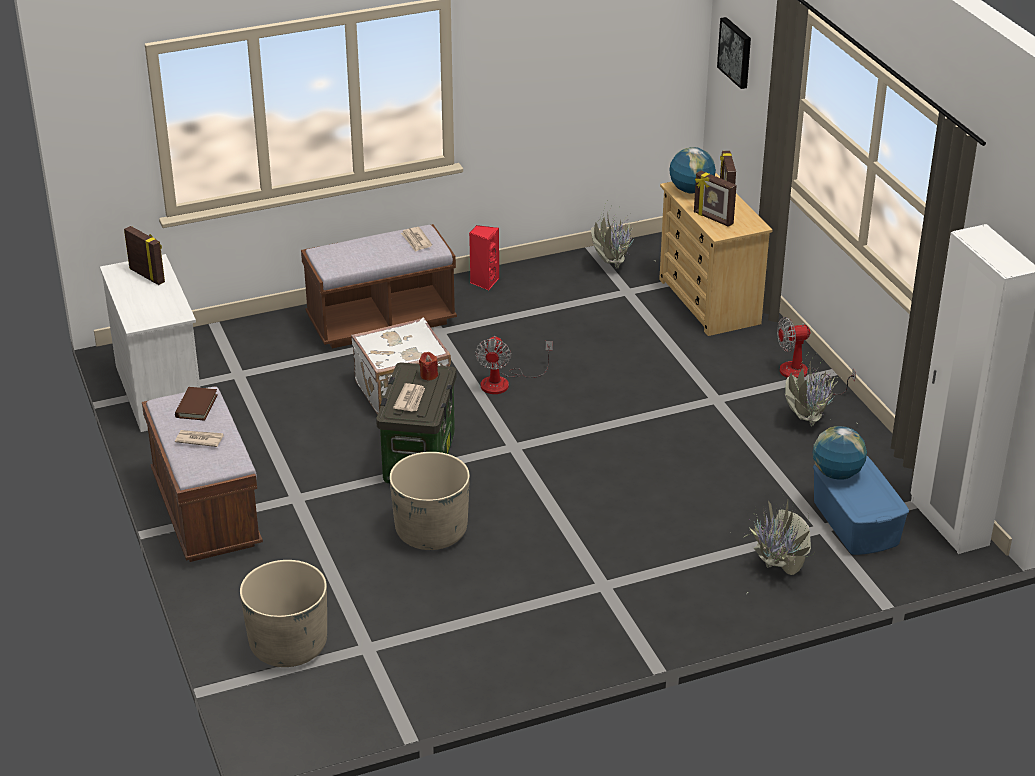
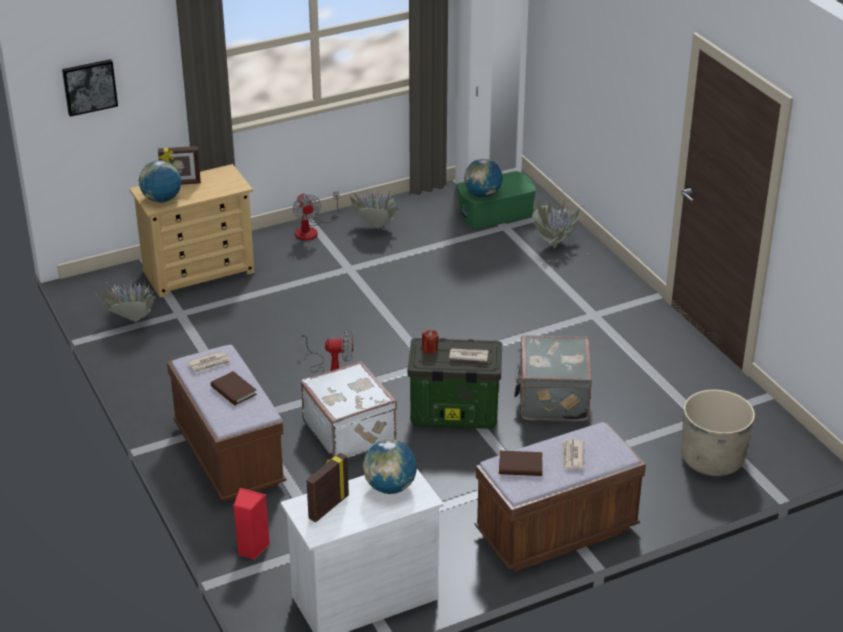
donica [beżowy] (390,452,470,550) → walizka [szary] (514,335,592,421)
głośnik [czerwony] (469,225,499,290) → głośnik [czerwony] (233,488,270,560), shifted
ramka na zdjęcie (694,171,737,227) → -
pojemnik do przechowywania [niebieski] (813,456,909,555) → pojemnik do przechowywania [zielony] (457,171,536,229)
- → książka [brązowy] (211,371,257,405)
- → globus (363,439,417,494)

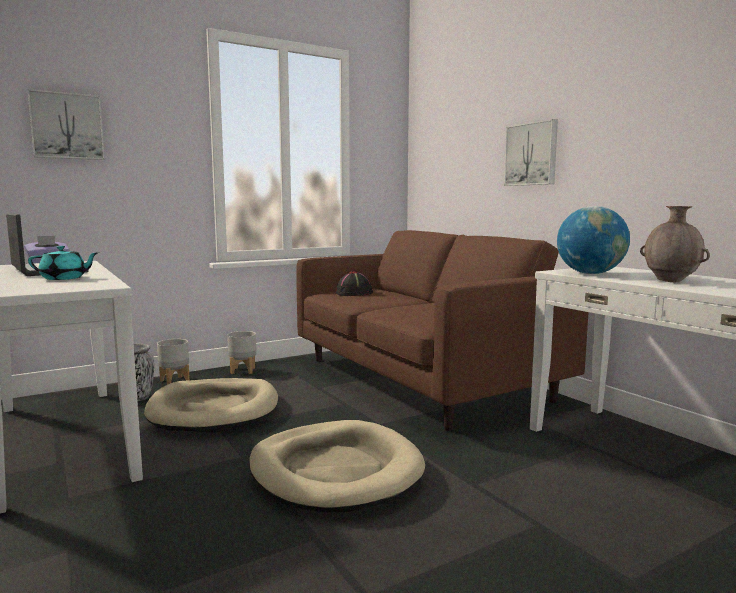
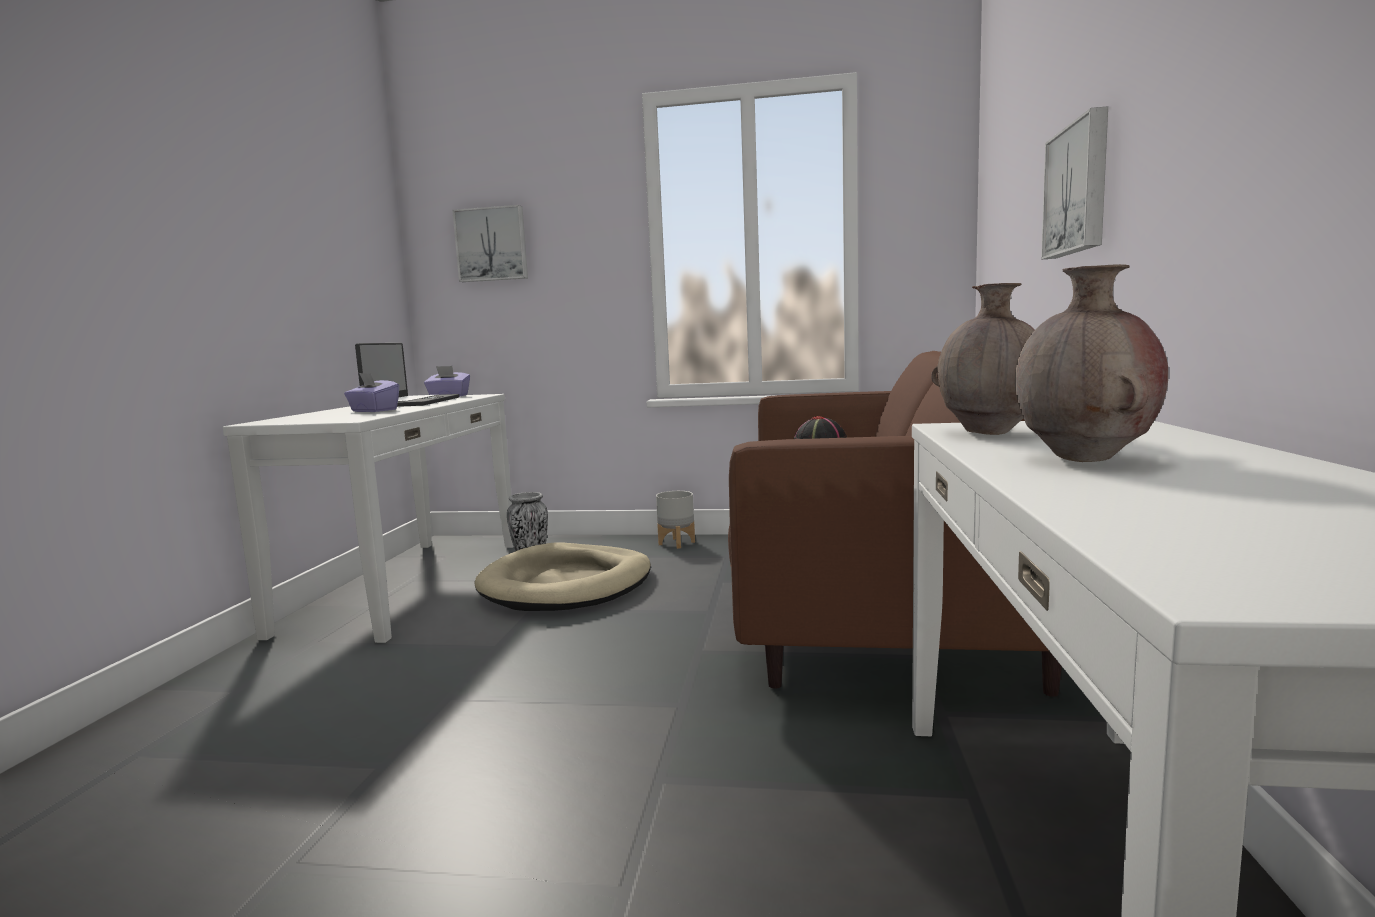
imbryk [turkusowy] (28,246,99,280) → pudełko chusteczek [fioletowy] (344,373,399,412)
donica [szary] (157,339,190,385) → -
legowisko [beżowy] (249,420,425,512) → -
globus (557,206,630,274) → wazon [brązowy] (931,283,1034,435)

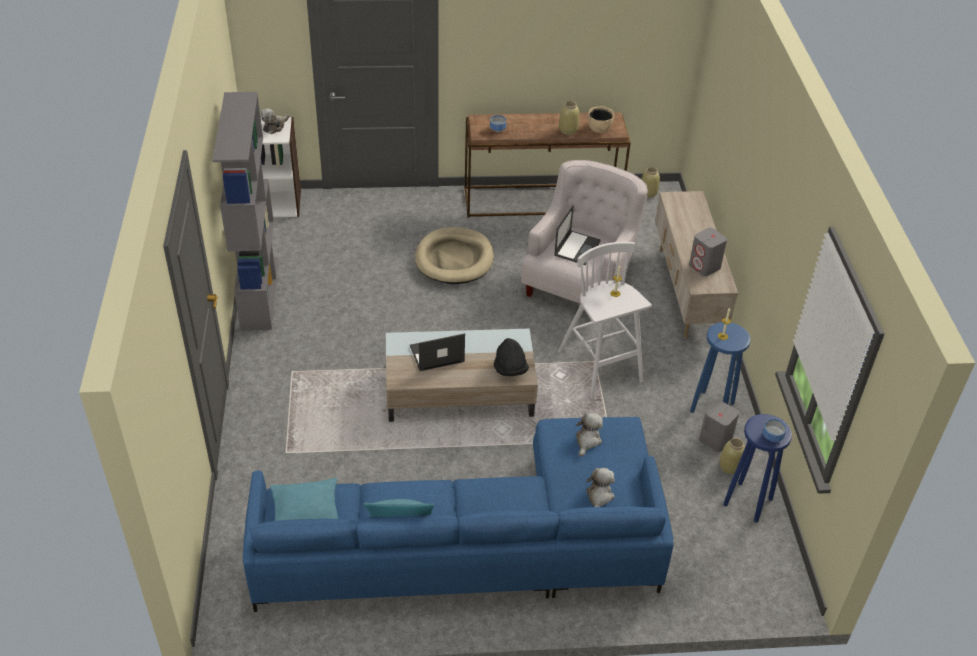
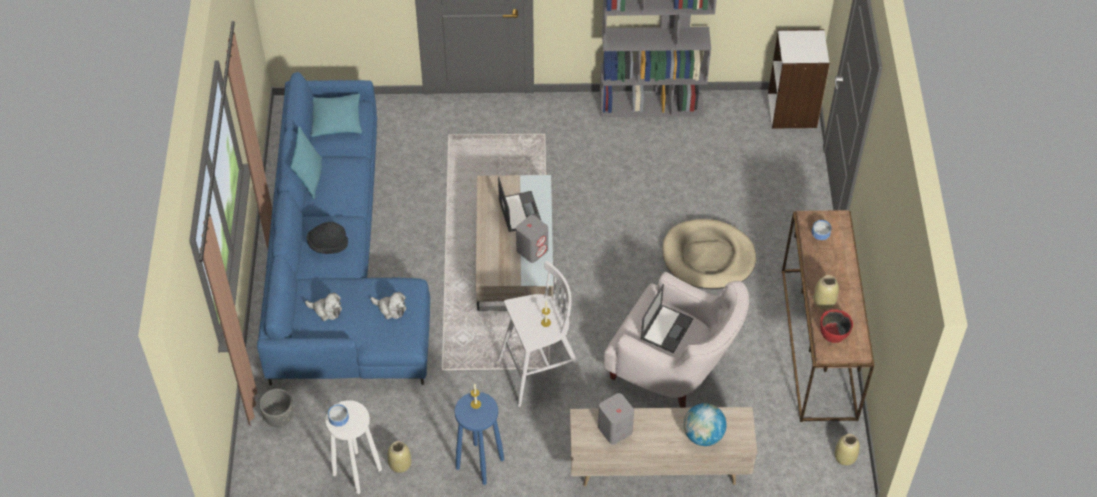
pluszak (260,109,289,134) → -
kapelusz [czarny] (494,338,529,376) → kapelusz [czarny] (307,222,348,254), shifted
laptop (554,205,601,265) → laptop (640,284,693,353), 90 degrees counterclockwise
miska [beżowy] (588,106,614,133) → miska [czerwony] (820,309,853,343)
głośnik [szary] (699,400,739,452) → głośnik [szary] (516,215,548,263), shifted
stołek [niebieski] (723,414,792,523) → stołek [biały] (325,400,382,494)
- → donica [szary] (259,389,294,427)
- → globus (684,403,727,446)

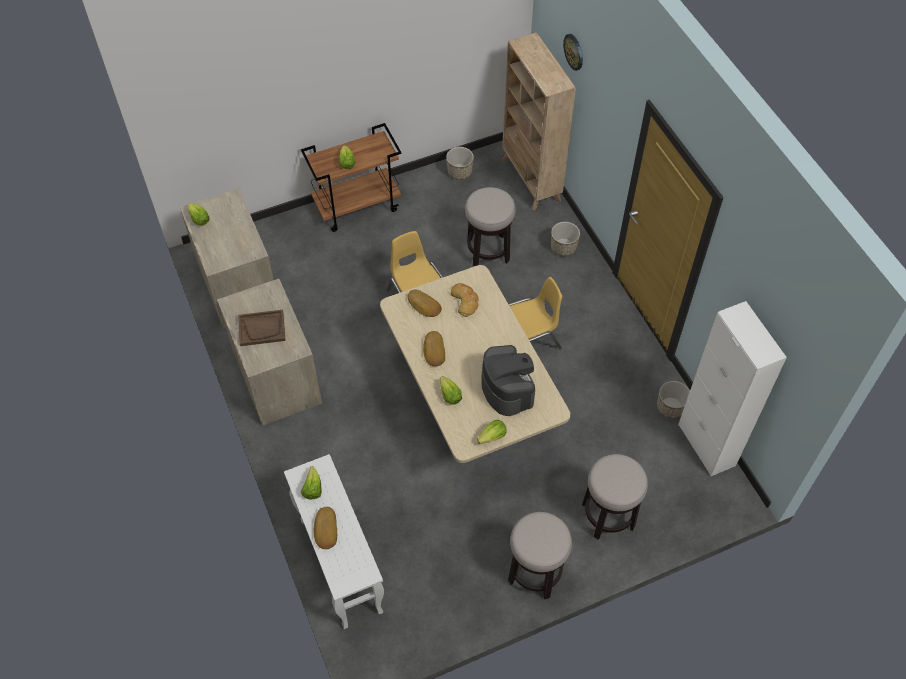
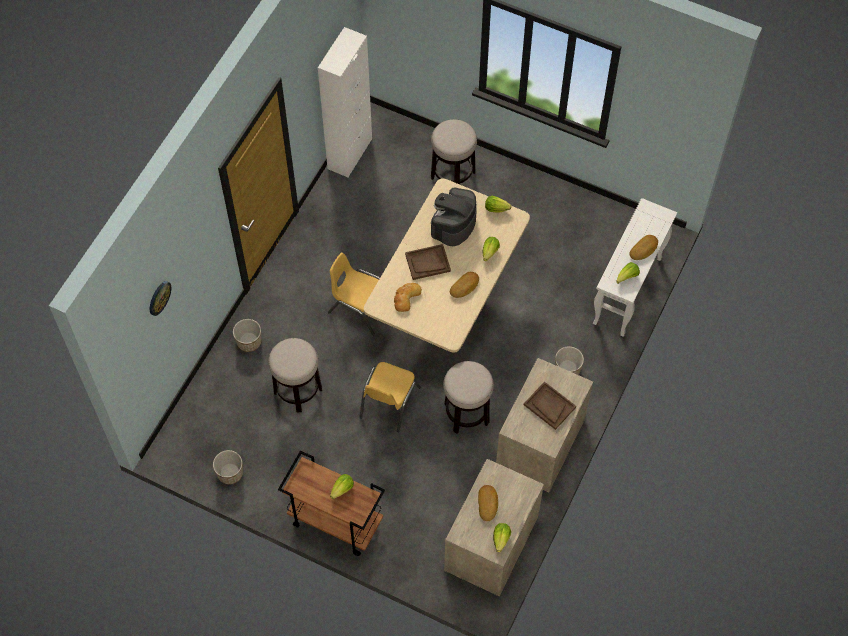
chleb (408,290,442,317) → chleb (478,485,498,521), shifted
regał [beżowy] (502,32,576,210) → -
stołek (508,512,572,600) → stołek (443,361,494,434), shifted
donica (657,381,690,418) → donica (555,346,584,375), shifted
- → taca [brązowy] (405,244,451,280)

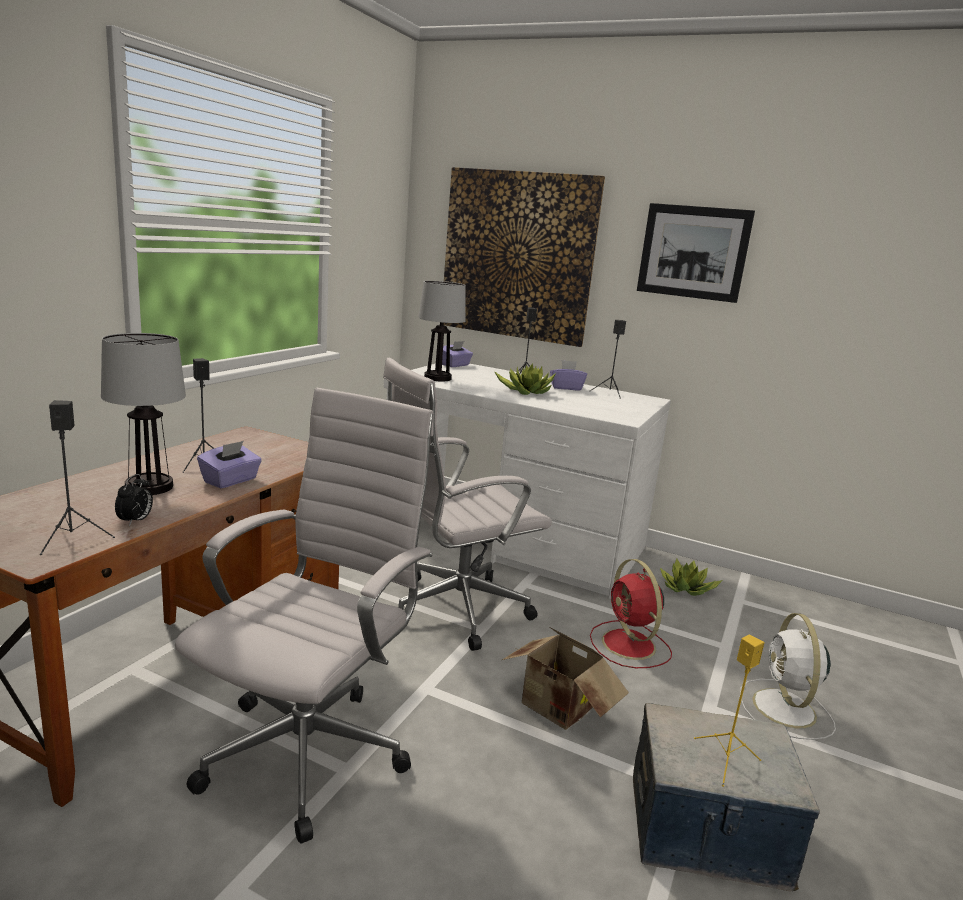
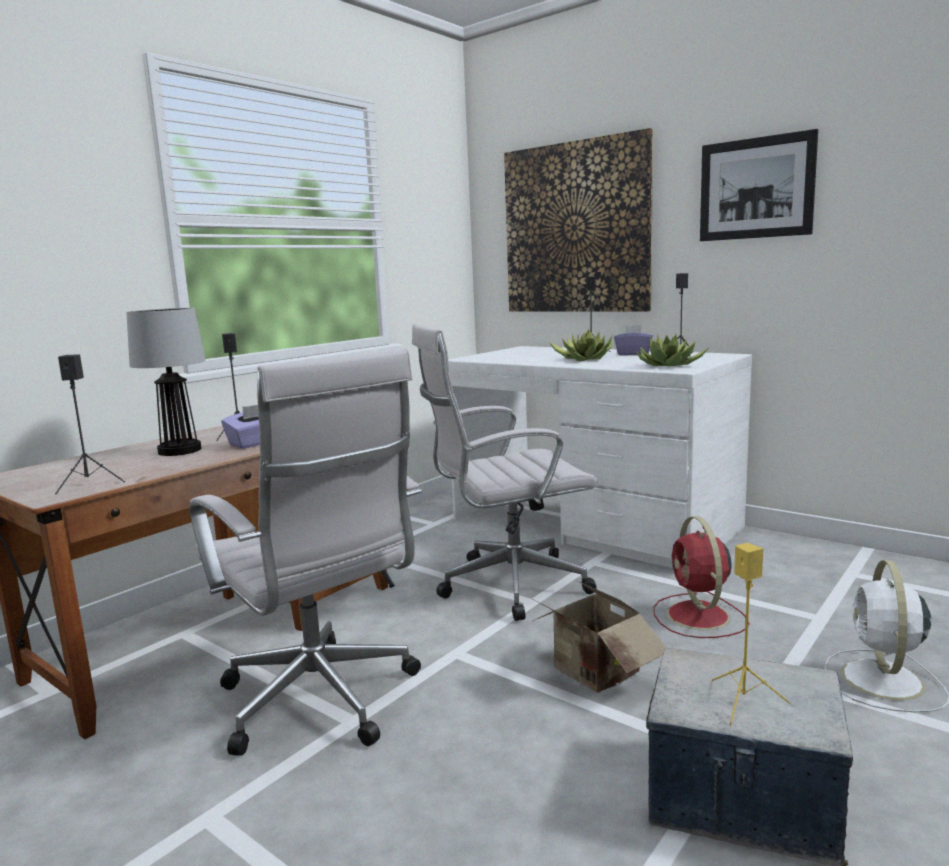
budzik (115,474,153,527) → -
krzesło biurowe [biały] (175,387,433,844) → krzesło biurowe [biały] (189,349,422,756), 105 degrees clockwise
lampa stołowa (418,281,466,382) → -
pudełko chusteczek [fioletowy] (442,341,473,367) → -
roślina doniczkowa (660,559,723,596) → roślina doniczkowa (636,334,709,366), shifted

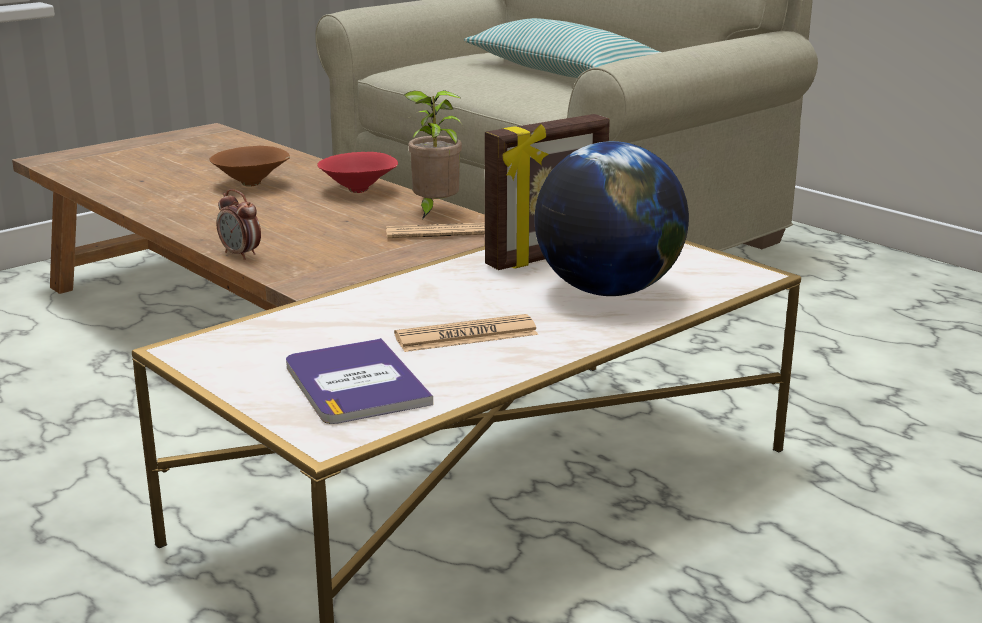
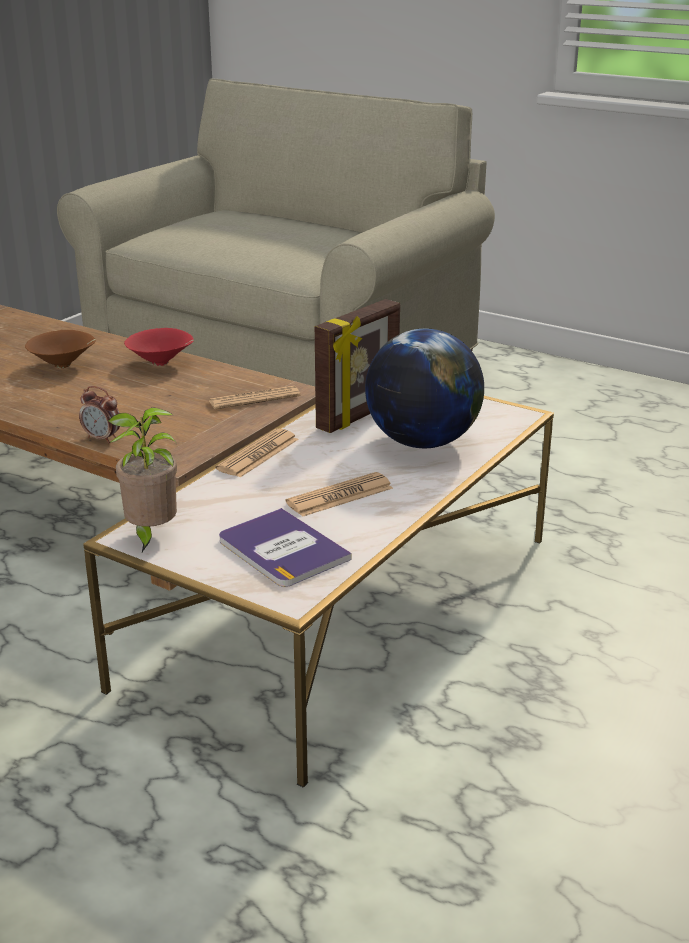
roślina doniczkowa (404,90,463,220) → roślina doniczkowa (108,407,177,552), shifted
poduszka (464,18,661,78) → -
- → gazeta (215,428,299,478)

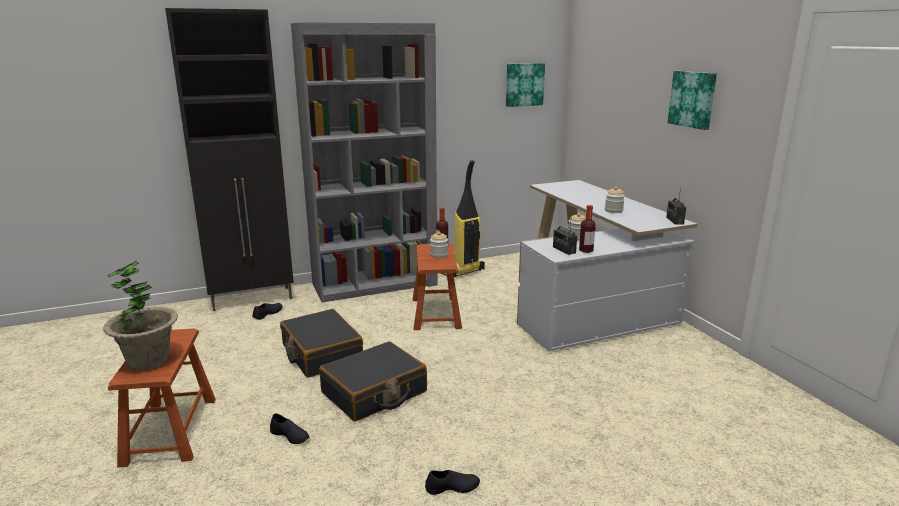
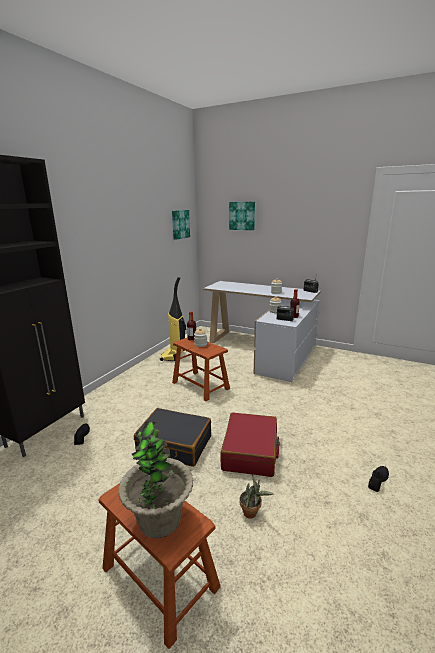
but [czarny] (270,413,309,444) → roślina doniczkowa (239,475,274,519)
regał [szary] (291,22,437,302) → -
walizka [czarny] (319,342,427,421) → walizka [czerwony] (220,412,280,477)
obraz (668,71,717,130) → obraz (229,202,255,230), shifted

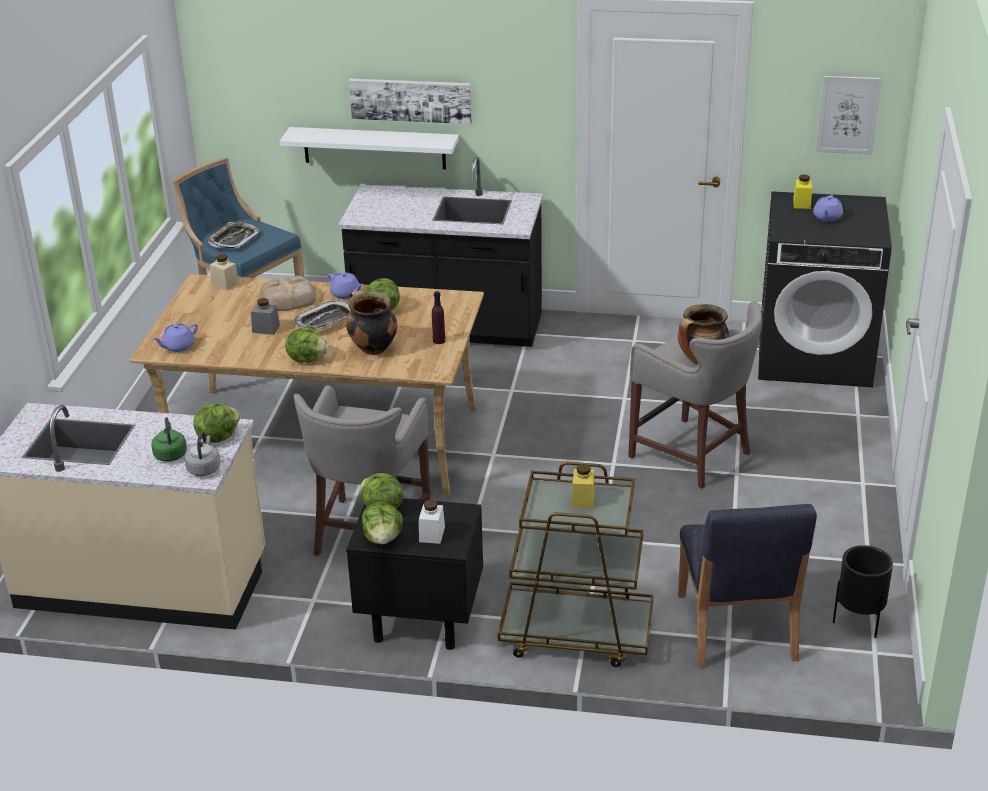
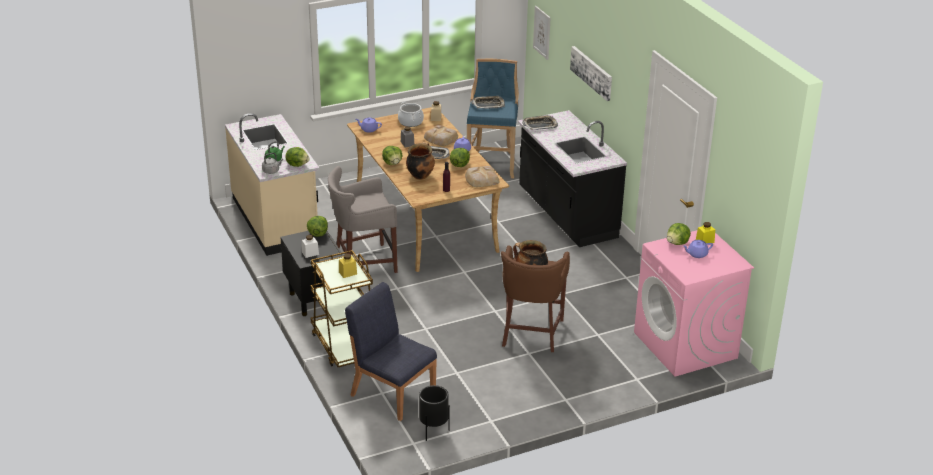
półka [biały] (280,127,459,169) → -
sałata (362,502,403,544) → sałata (667,223,691,245), shifted
stołek [szary] (628,301,762,489) → stołek [brązowy] (501,245,570,352)
krzesło [niebieski] (678,504,817,668) → krzesło [niebieski] (345,282,437,421), 75 degrees clockwise
pralka [czarny] (758,191,892,387) → pralka [różowy] (634,230,754,377)
obraz (816,76,881,154) → obraz (533,6,551,60), shifted
- → garnek (398,102,424,127)
- → chleb (465,166,500,187)
- → taca (522,115,558,130)

